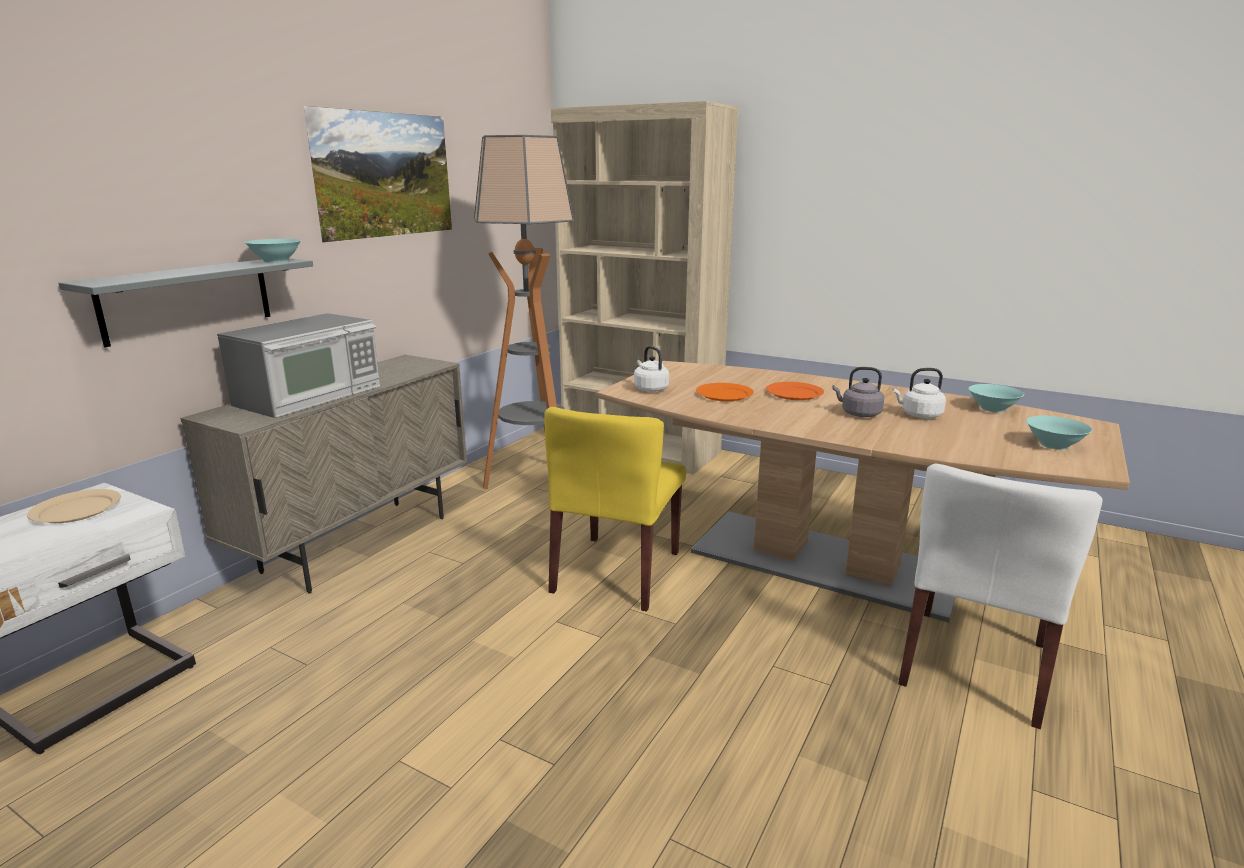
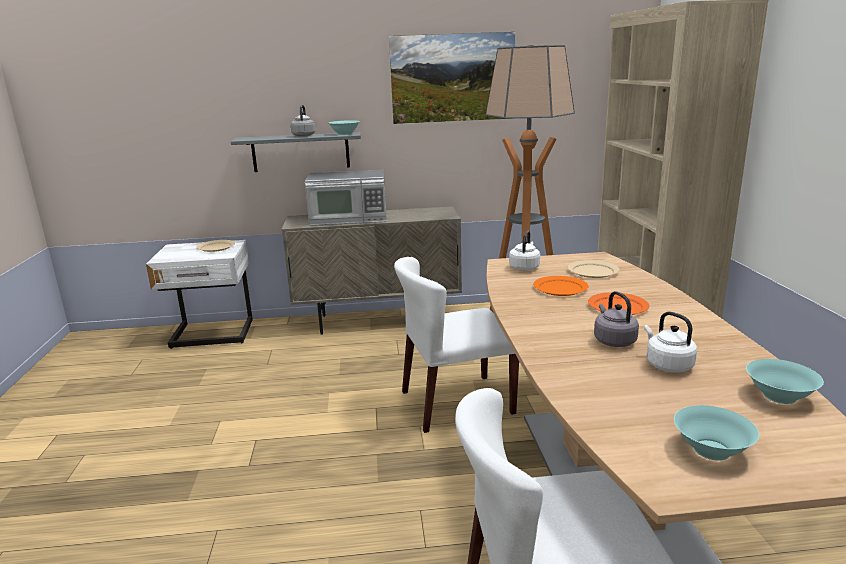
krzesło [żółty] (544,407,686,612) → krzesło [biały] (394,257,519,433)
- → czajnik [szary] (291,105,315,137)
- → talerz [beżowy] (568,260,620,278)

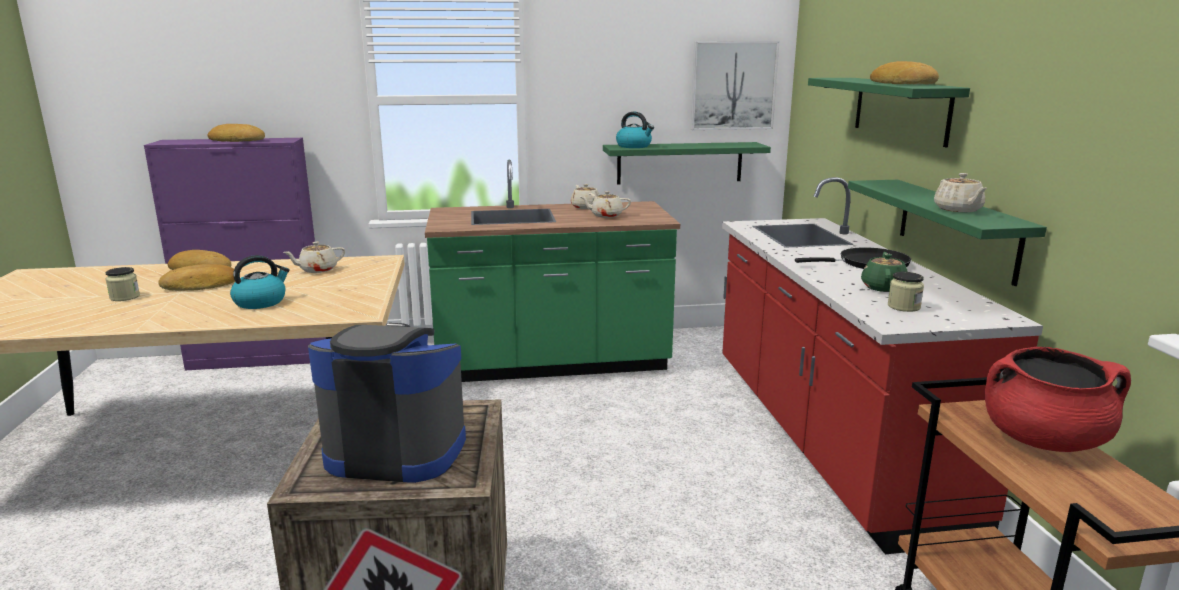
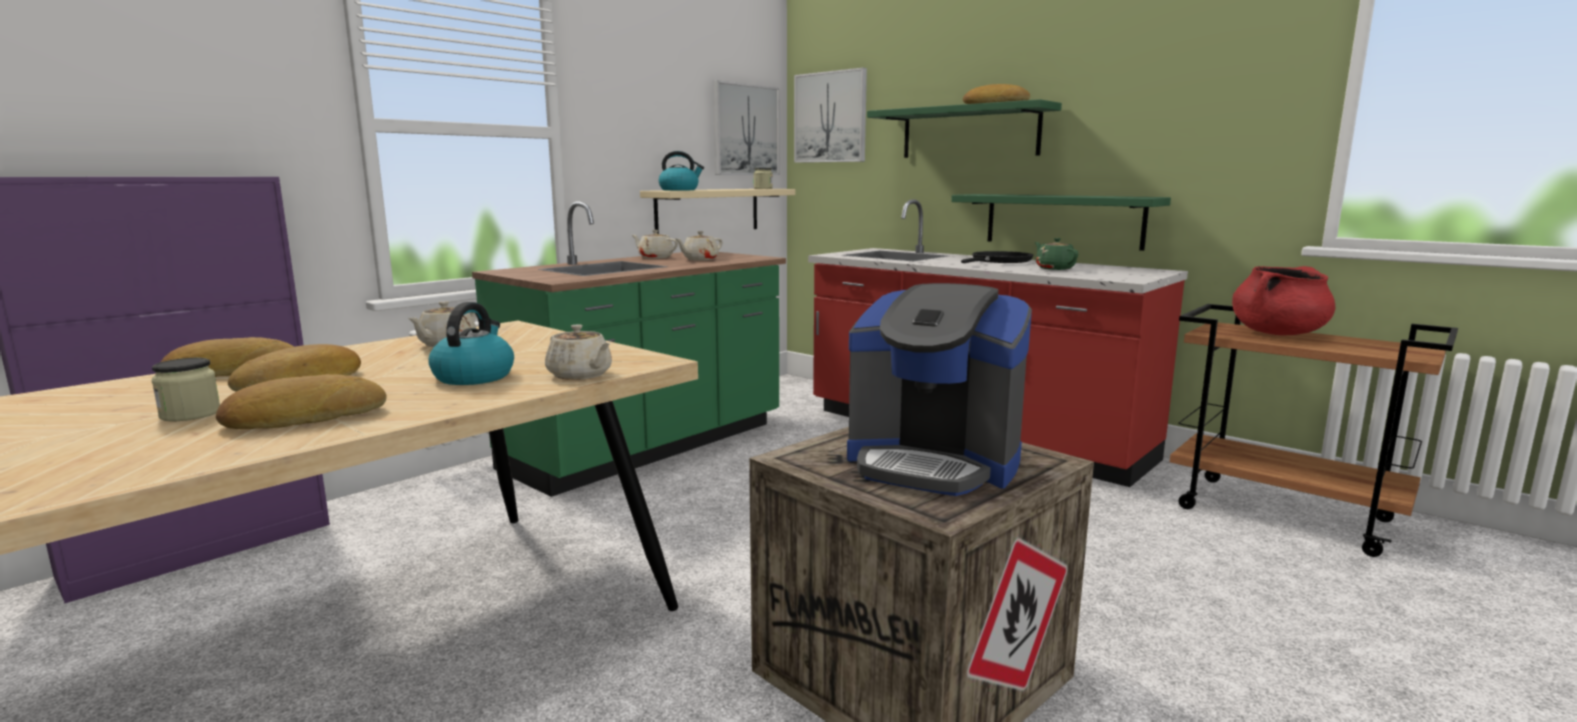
chleb (207,124,265,142) → chleb (216,374,387,429), shifted
ekspres do kawy (308,323,466,483) → ekspres do kawy (847,283,1032,496), 120 degrees counterclockwise
półka [zielony] (603,142,771,184) → półka [beżowy] (640,189,795,234)
słoik (888,272,924,312) → słoik (754,168,773,189), shifted
imbryk [beżowy] (934,173,987,212) → imbryk [beżowy] (545,325,612,380), shifted
- → obraz (794,68,867,163)

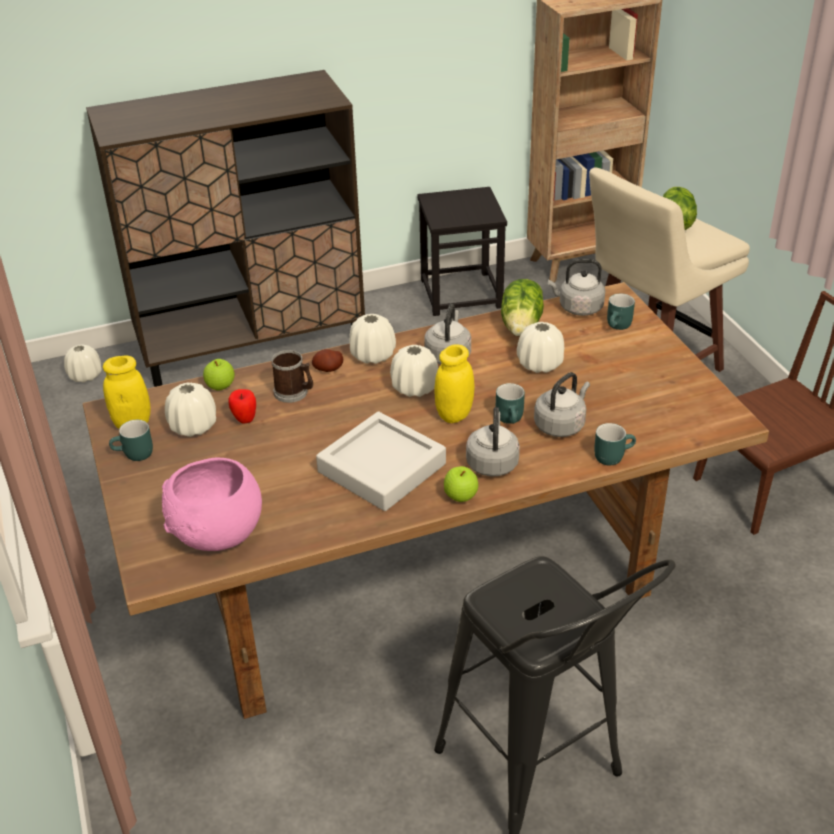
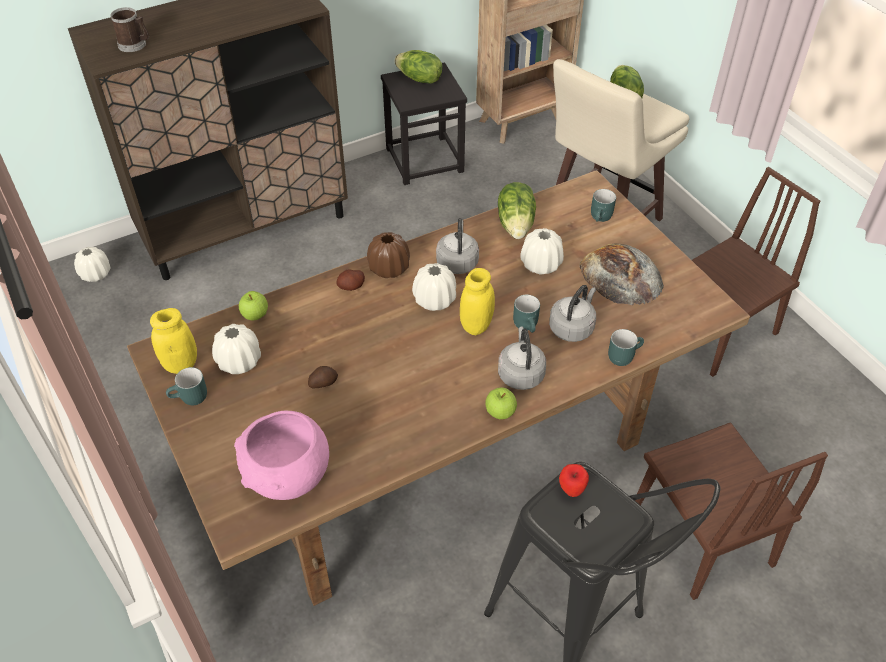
jabłko (228,389,256,424) → jabłko (559,464,589,497), shifted
kubek (271,350,313,403) → kubek (110,7,149,52), shifted
taca [szary] (316,411,446,511) → -
wazon [biały] (349,314,396,364) → wazon [brązowy] (367,232,410,278)
czajnik [szary] (548,259,605,316) → -
- → ziemniak (308,366,338,388)
- → sałata (394,50,443,84)
- → chleb (579,243,664,305)
- → krzesło [brązowy] (635,422,828,600)

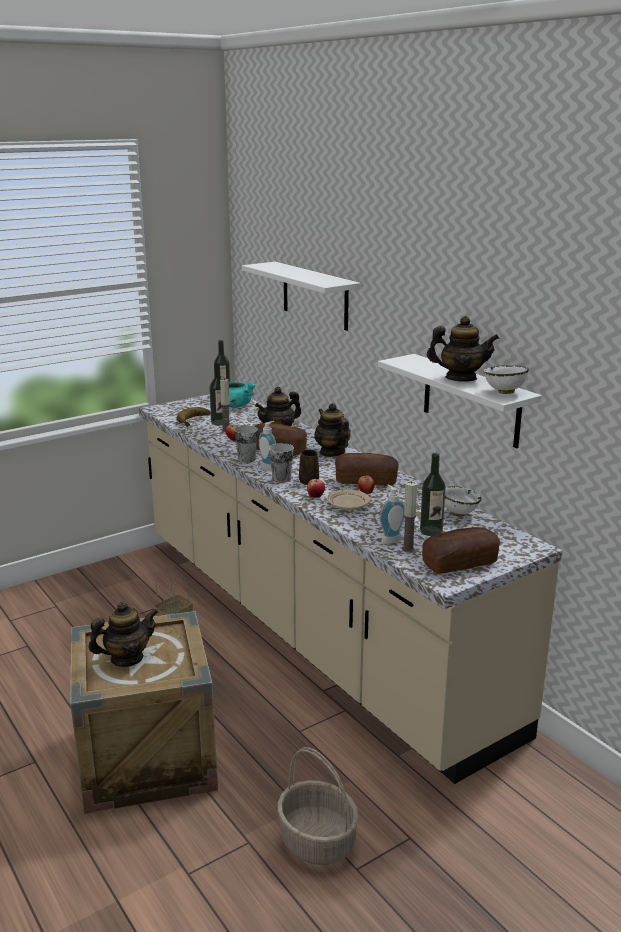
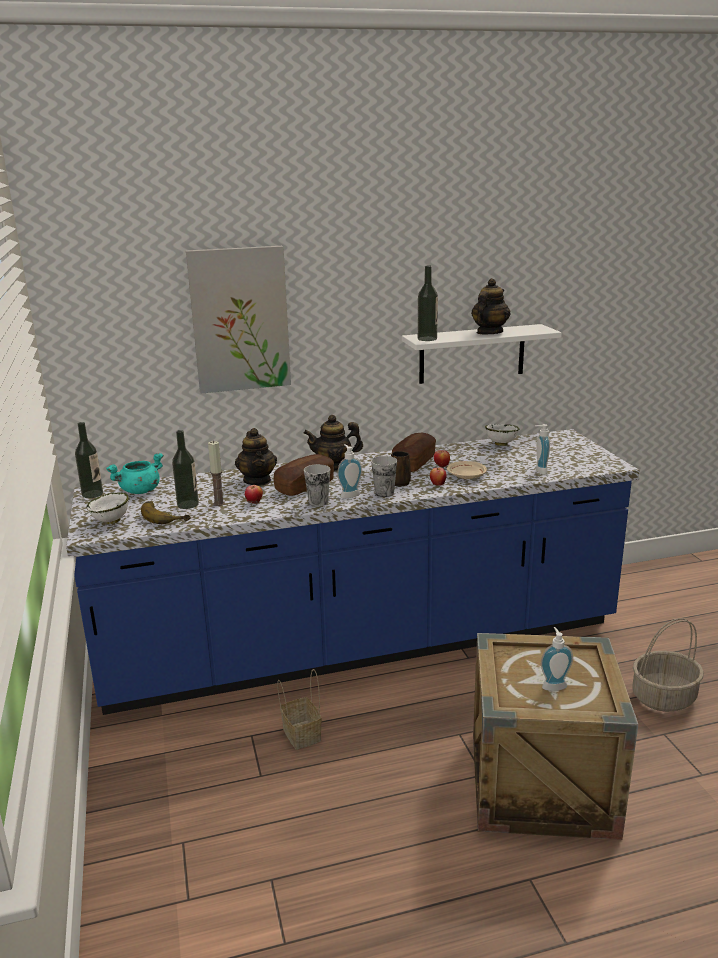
imbryk (88,601,158,667) → dozownik mydła (541,627,573,691)
zabudowa kuchenna [beżowy] (139,394,562,784) → zabudowa kuchenna [niebieski] (66,429,640,715)
półka [biały] (242,262,360,331) → obraz (186,246,291,393)
świeca (402,481,417,552) → -
butelka (420,453,446,536) → butelka (418,266,438,341), shifted
chleb (422,527,500,574) → -
miska [biały] (483,365,529,394) → miska [biały] (87,493,129,524), shifted

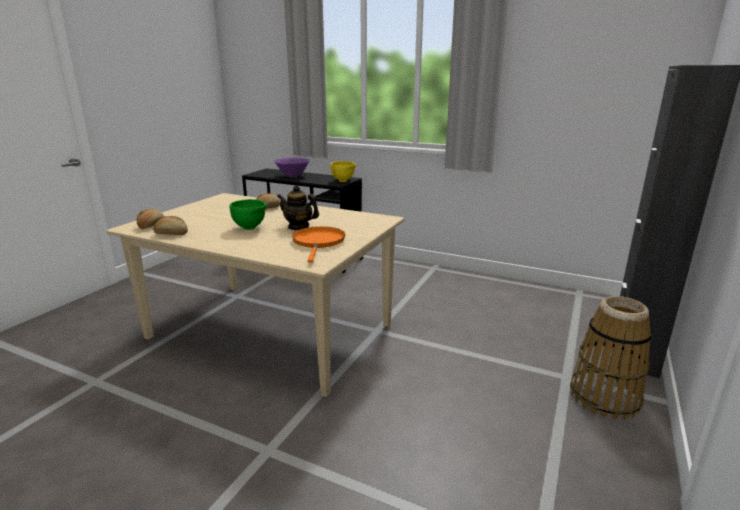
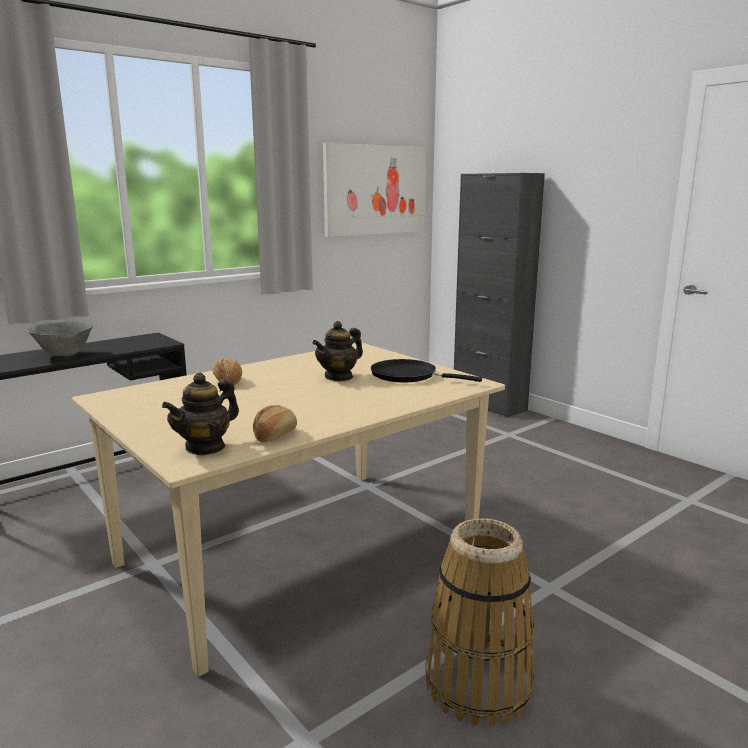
chleb (137,209,164,229) → imbryk (162,372,239,456)
miska [zielony] (230,199,267,230) → -
miska [fioletowy] (274,158,310,177) → miska [szary] (27,321,93,356)
patelnia [pomarańczowy] (292,226,345,262) → patelnia [czarny] (371,359,482,382)
miska [żółty] (331,161,356,182) → -
koszyk (570,296,651,420) → koszyk (425,519,535,726), shifted
- → obraz (323,143,426,237)

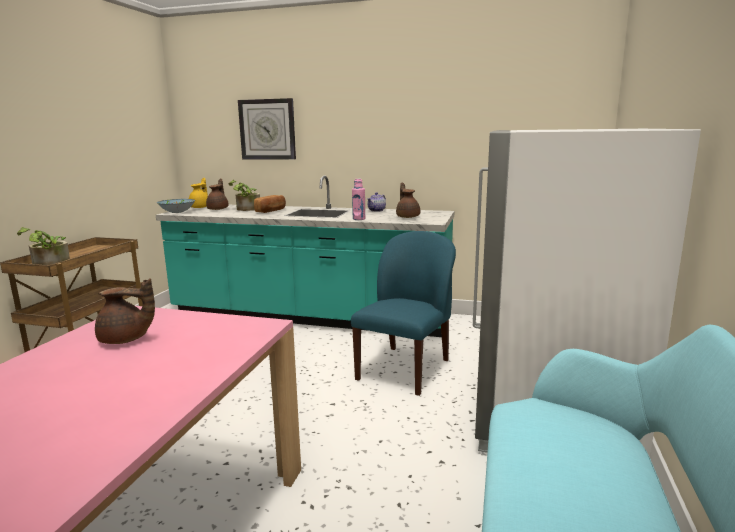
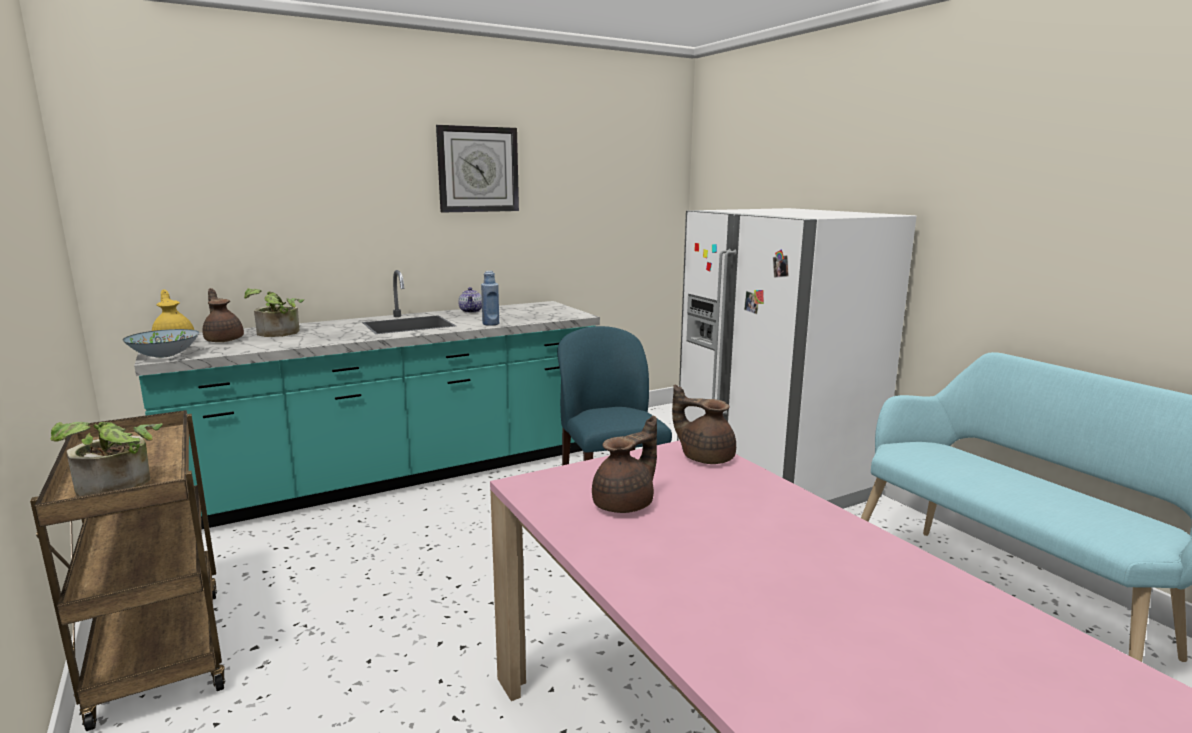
zegar ścienny (238,98,296,160) → zegar ścienny (436,125,519,213), shifted
chleb (254,195,286,213) → -
butelka [różowy] (352,179,365,220) → butelka [niebieski] (481,271,499,326)
imbryk [brązowy] (396,182,420,218) → imbryk [brązowy] (672,384,736,464), shifted

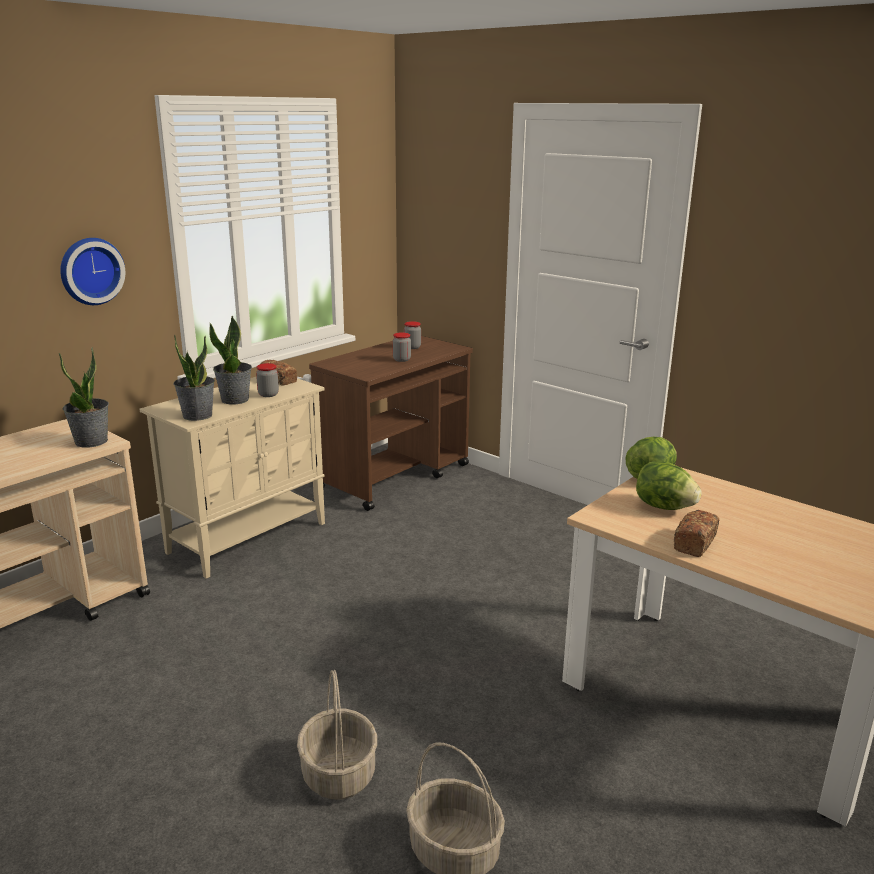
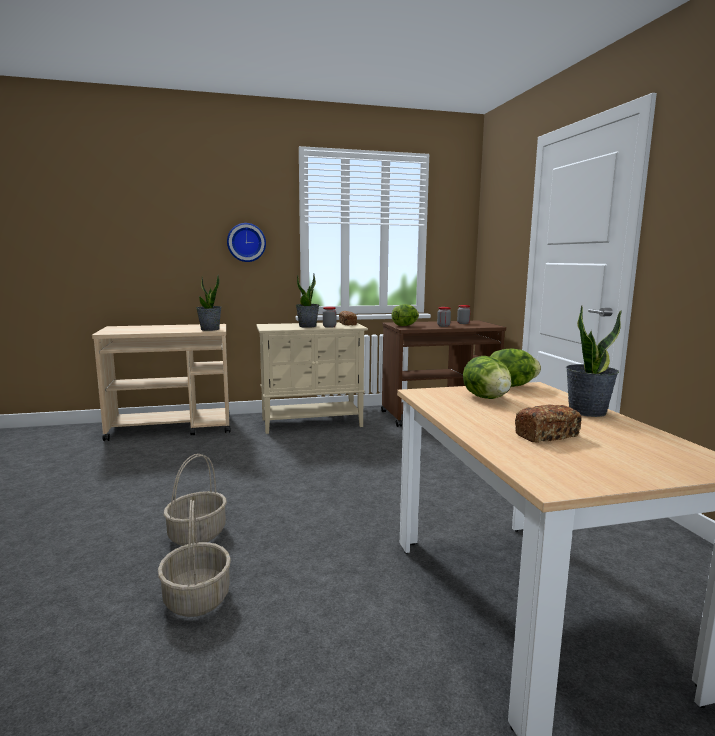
roślina doniczkowa (173,335,215,421) → roślina doniczkowa (566,306,622,417), shifted
chleb (674,510,719,557) → chleb (515,404,582,443), shifted
- → sałata (392,304,419,326)

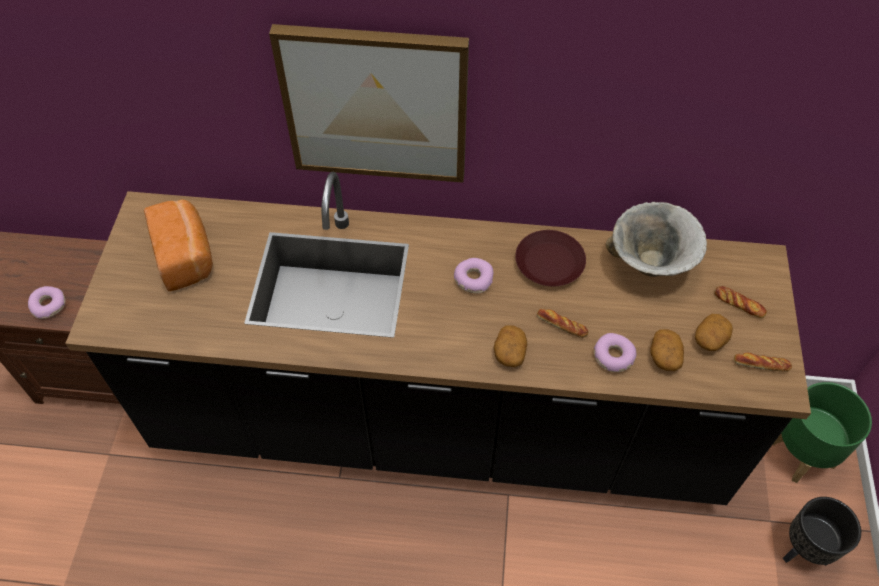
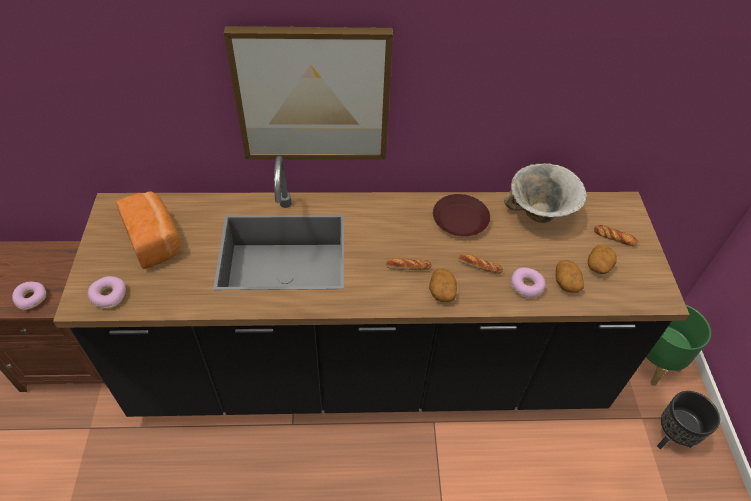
donut (454,258,493,294) → donut (88,276,126,308), shifted
chleb (734,353,792,372) → chleb (386,258,431,270), shifted

